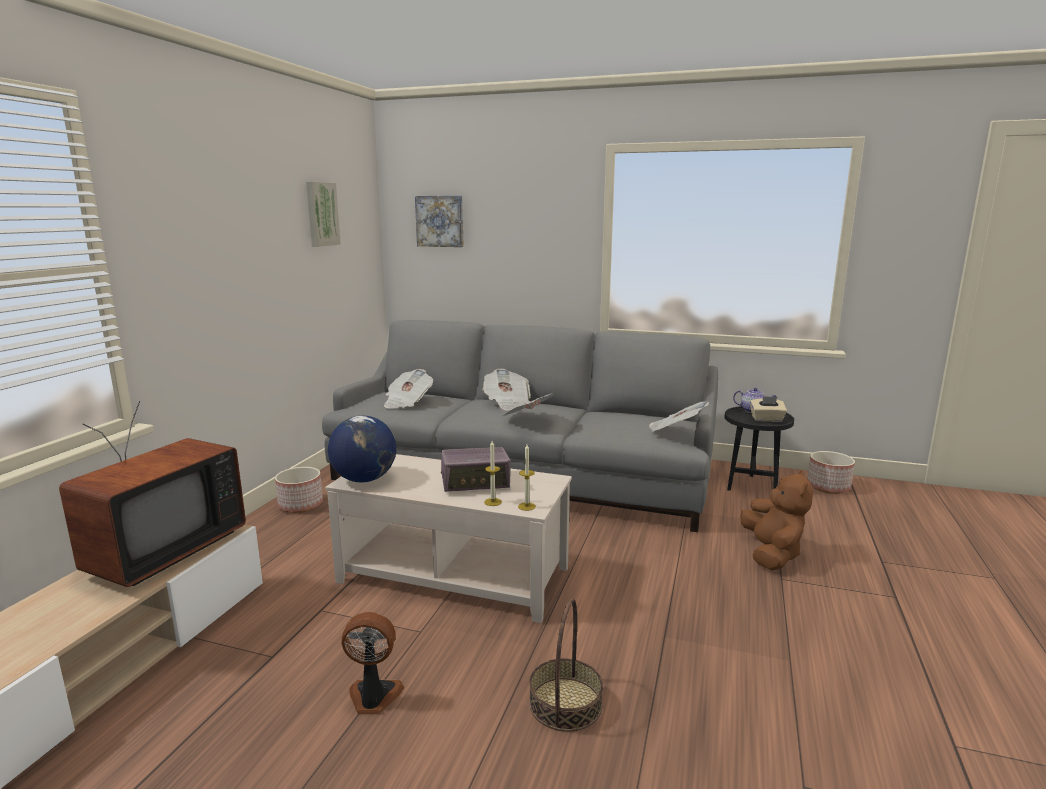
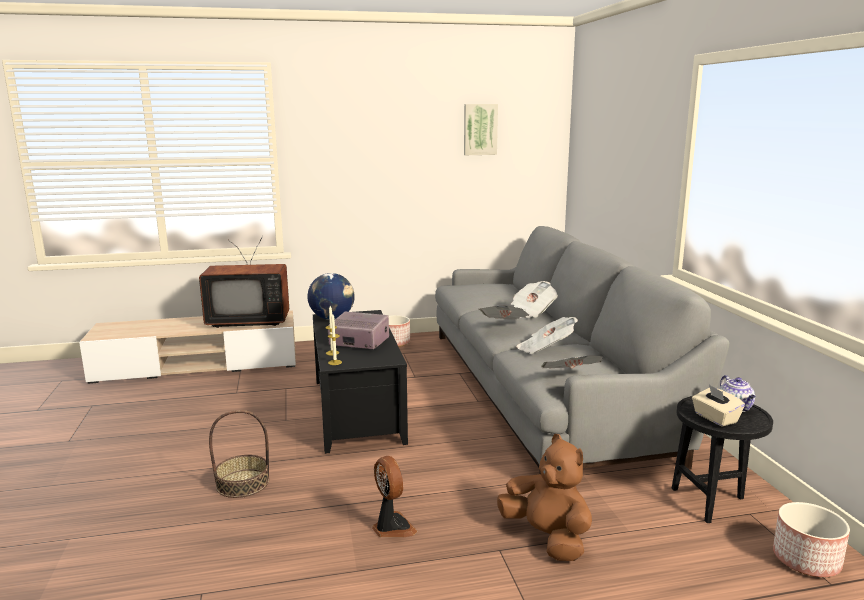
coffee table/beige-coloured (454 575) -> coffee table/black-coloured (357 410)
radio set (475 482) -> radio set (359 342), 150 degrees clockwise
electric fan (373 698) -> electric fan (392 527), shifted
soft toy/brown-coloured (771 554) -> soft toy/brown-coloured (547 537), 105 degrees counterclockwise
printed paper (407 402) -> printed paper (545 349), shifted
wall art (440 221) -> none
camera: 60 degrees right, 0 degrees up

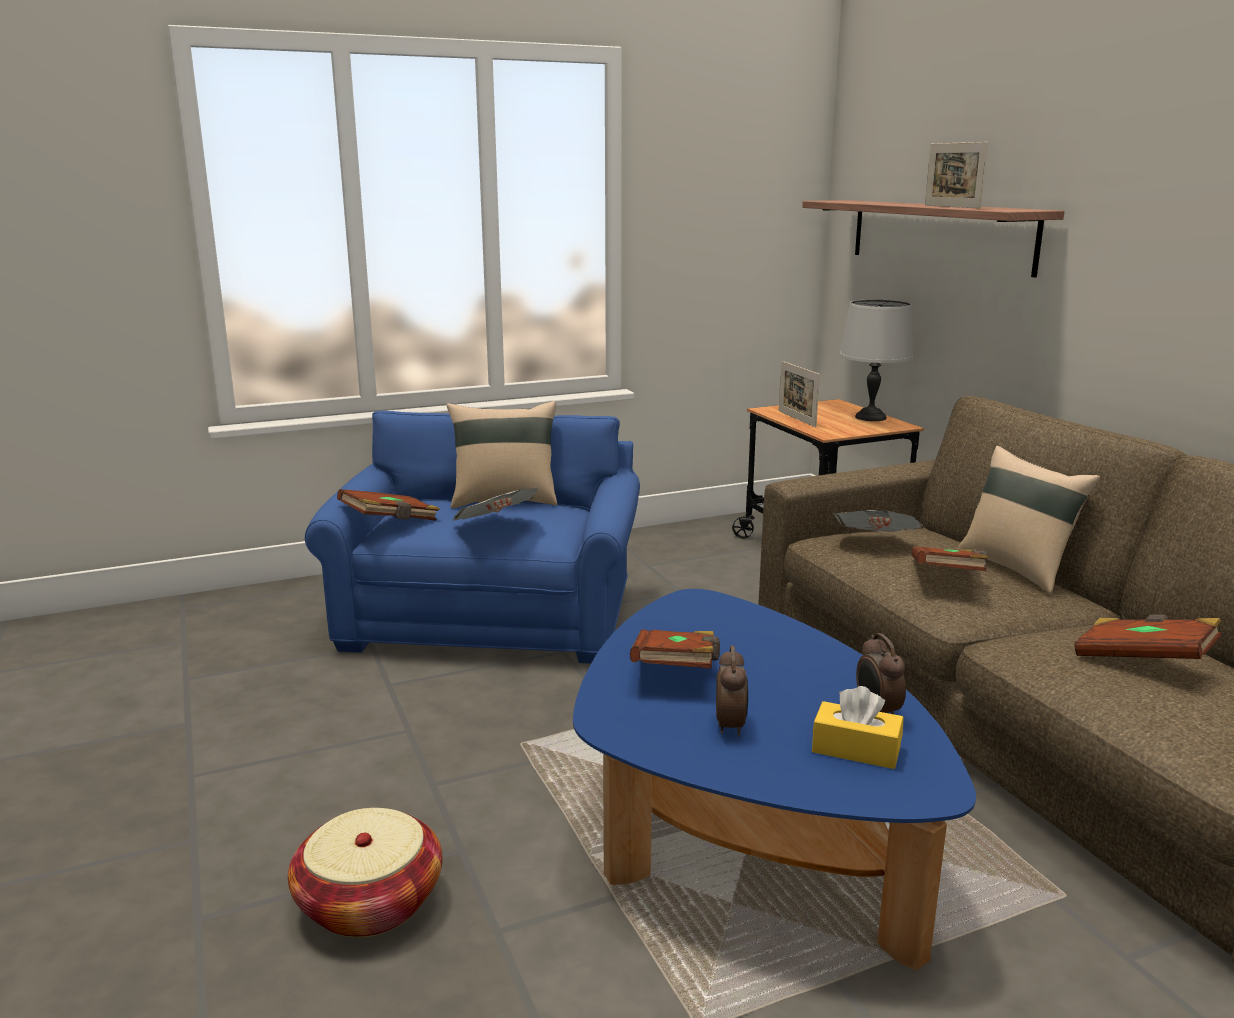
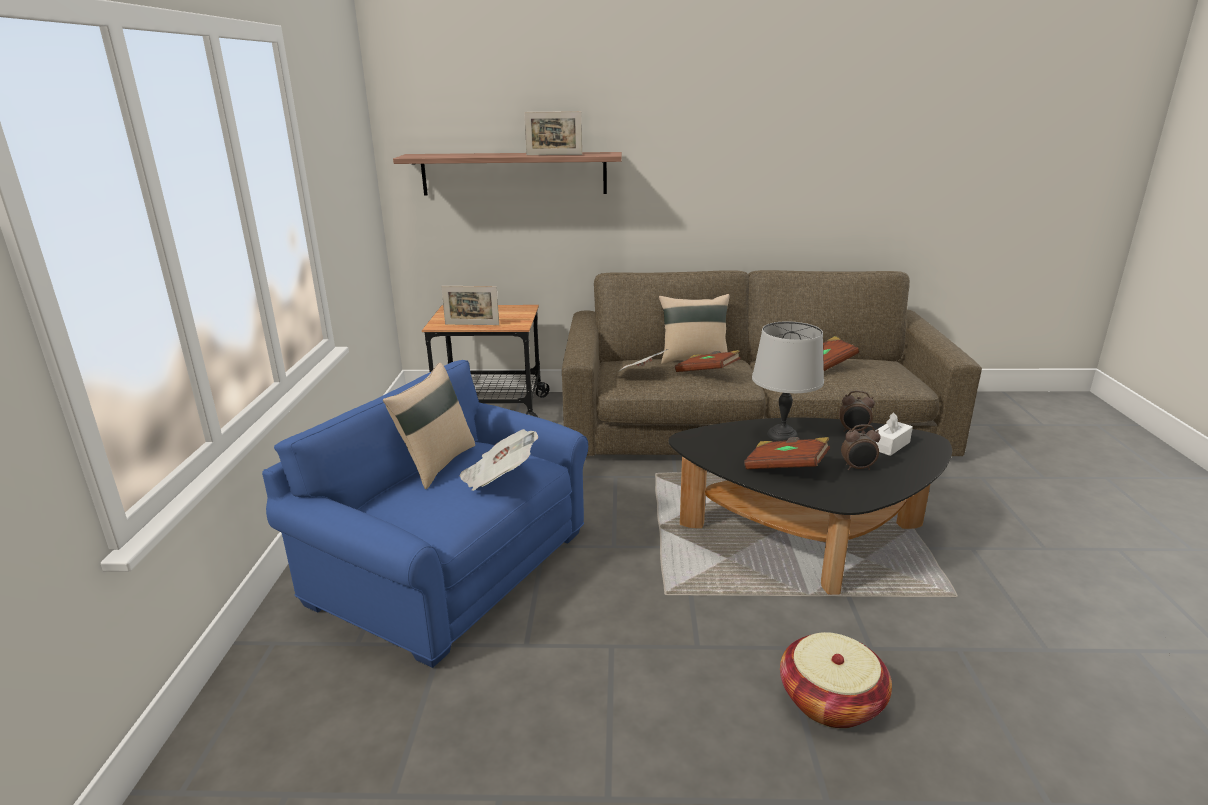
coffee table/bluish (743 835) -> coffee table/black-coloured (806 539)
table lamp/greyish (871 417) -> table lamp/greyish (782 434), shifted
alarm clock (731 726) -> alarm clock (858 468), 150 degrees clockwise
tissue holder/yellow (856 749) -> tissue holder/whitish (889 445)
volume/brown-coloured (390 522) -> none
camera: 65 degrees left, 5 degrees up

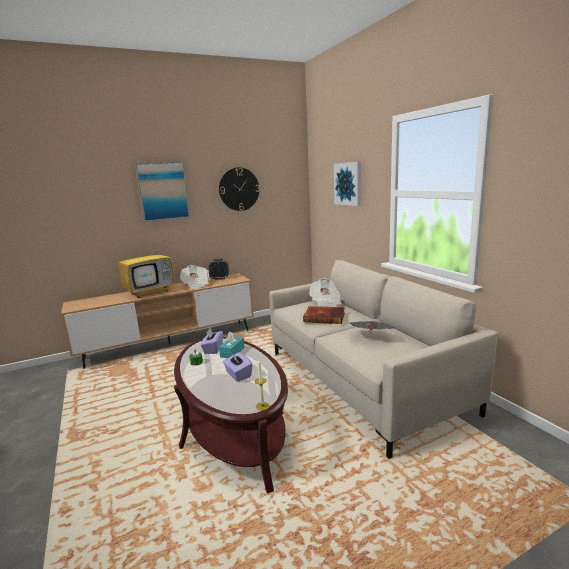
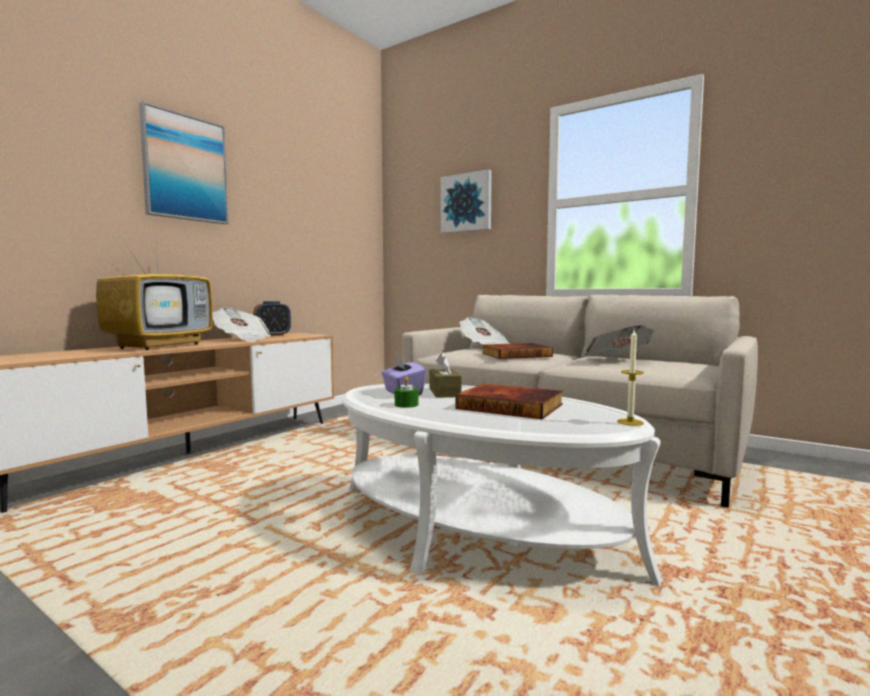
coffee table/brown-coloured (233 429) -> coffee table/whitish (476 528)
tissue holder/turquoise (232 352) -> tissue holder/brown-coloured (444 392)
tissue holder/purplish (238 375) -> volume (511 406)
clock on the wall (239 189) -> none
camera: 30 degrees left, 10 degrees down

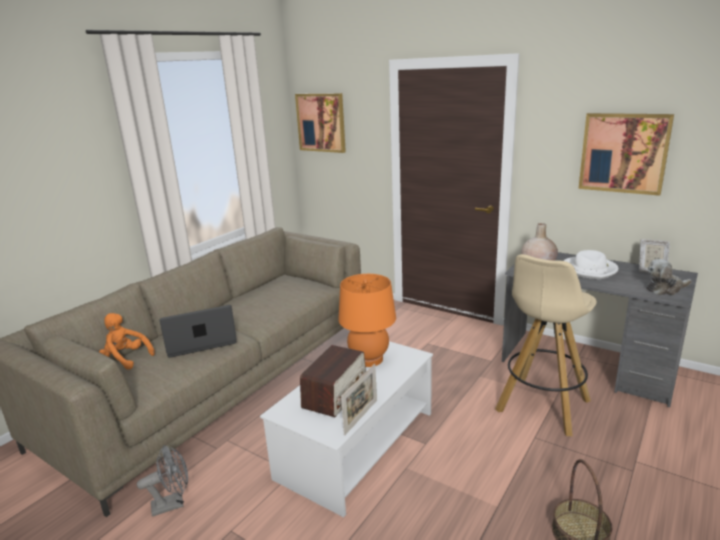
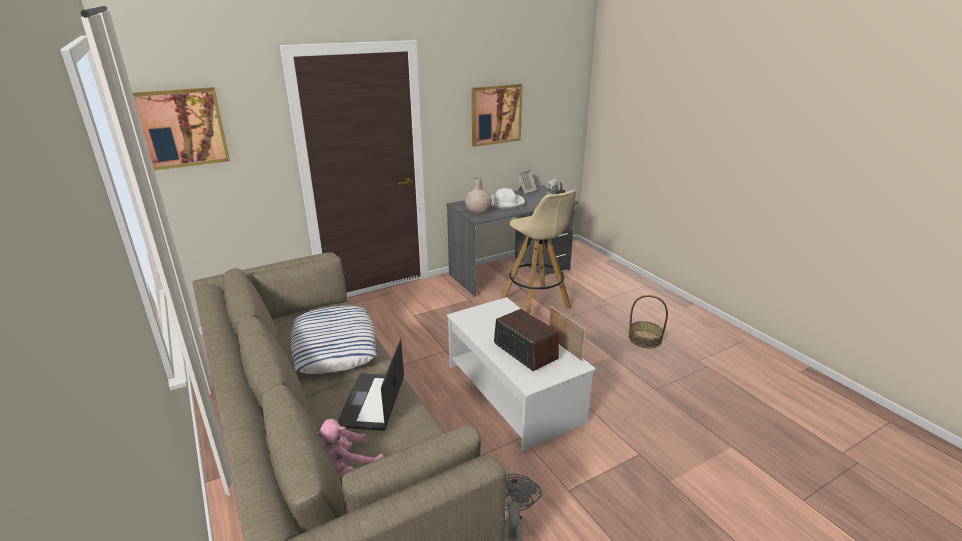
none -> pillow (334 345)
soft toy/orange (126 359) -> soft toy/pink-coloured (348 468)
table lamp/orange (369 359) -> none
camera: 65 degrees left, 5 degrees up

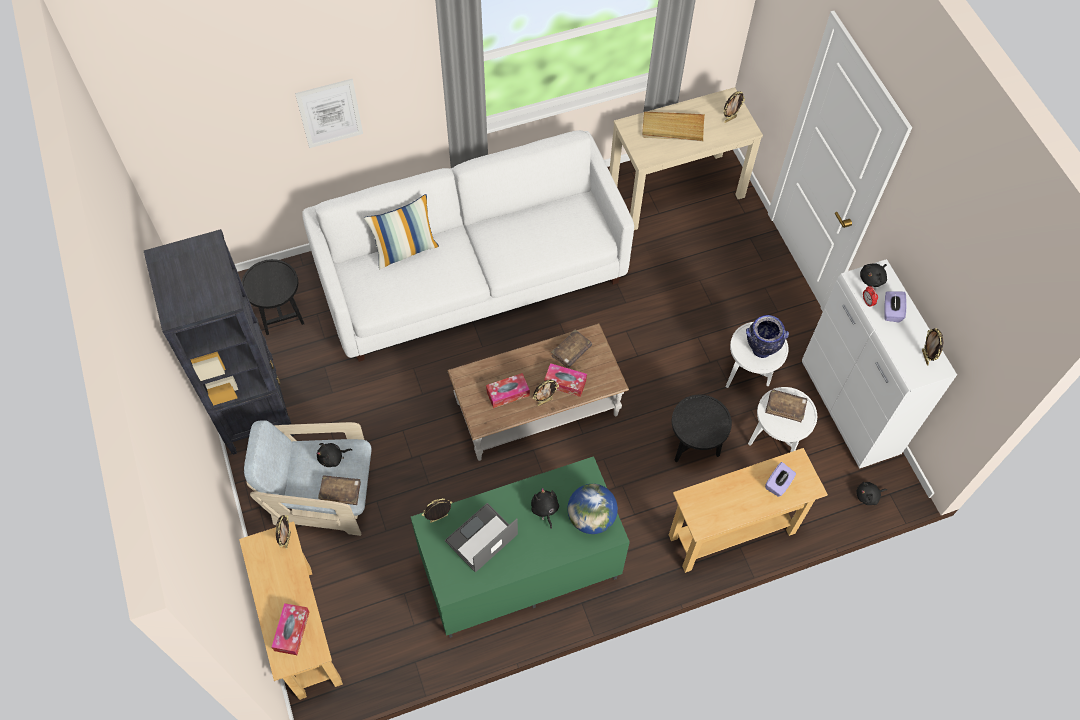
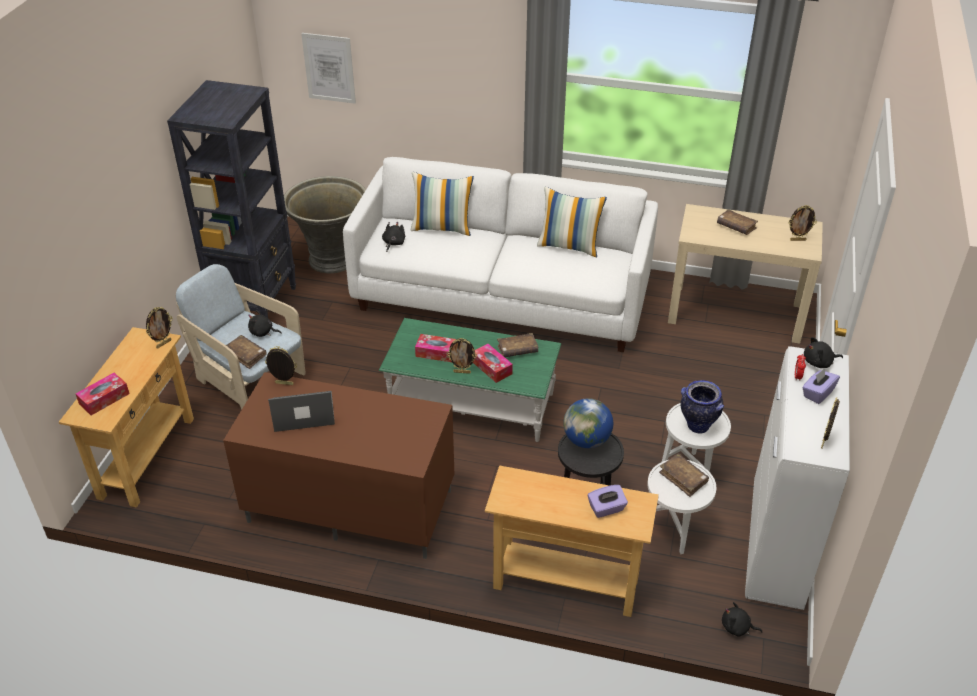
tv unit/green-coloured (519 570) -> tv unit/brown-coloured (348 507)
side table/black-coloured (281 316) -> planter/greyish (332 259)
wall art (330 113) -> wall art (329 68), shifted
coffee table/brown-coloured (537 409) -> coffee table/green-coloured (472 404)
soft toy/black-coloured (544 509) -> soft toy/black-coloured (393 243), shifted
none -> pillow (569 246)
world globe (591 517) -> world globe (586 440), shifted
serving tray/beige-coloured (672 128) -> volume/brown-coloured (736 227)
camera: 35 degrees right, 20 degrees down

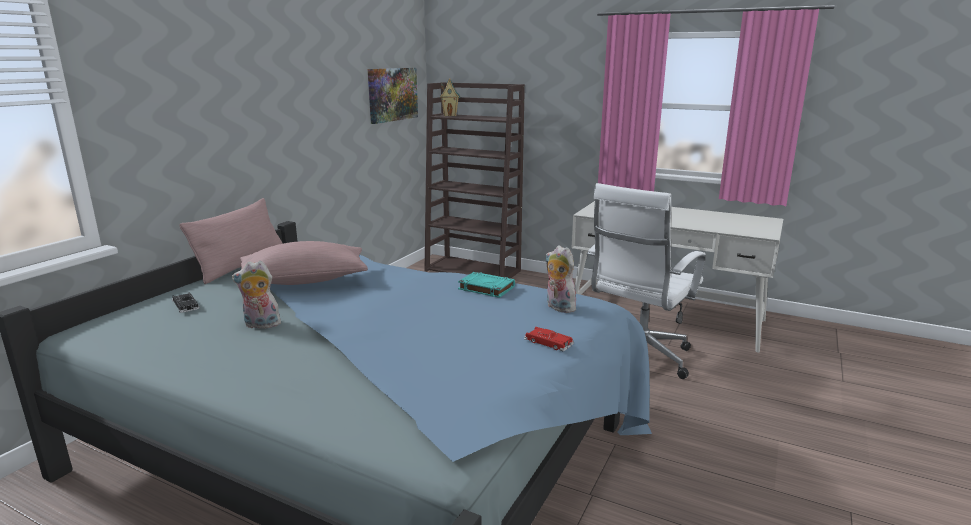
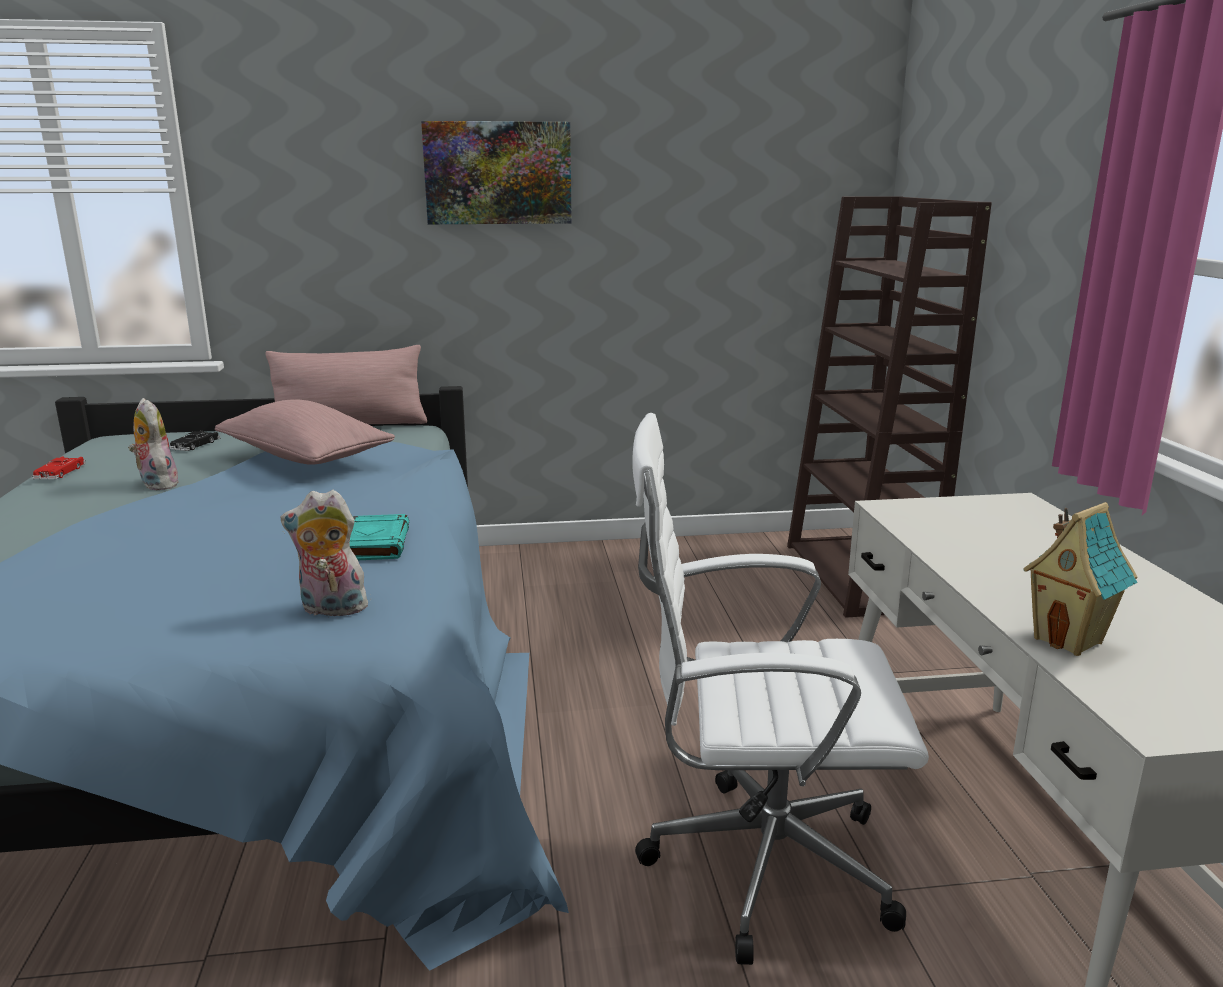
model car/red-coloured (548 343) -> model car/red-coloured (60 473), shifted
soft toy (558 307) -> soft toy (331 610), 105 degrees counterclockwise
wall art (392 94) -> wall art (498 173), shifted
toy house (450 115) -> toy house (1069 640), shifted
camera: 55 degrees right, 0 degrees up

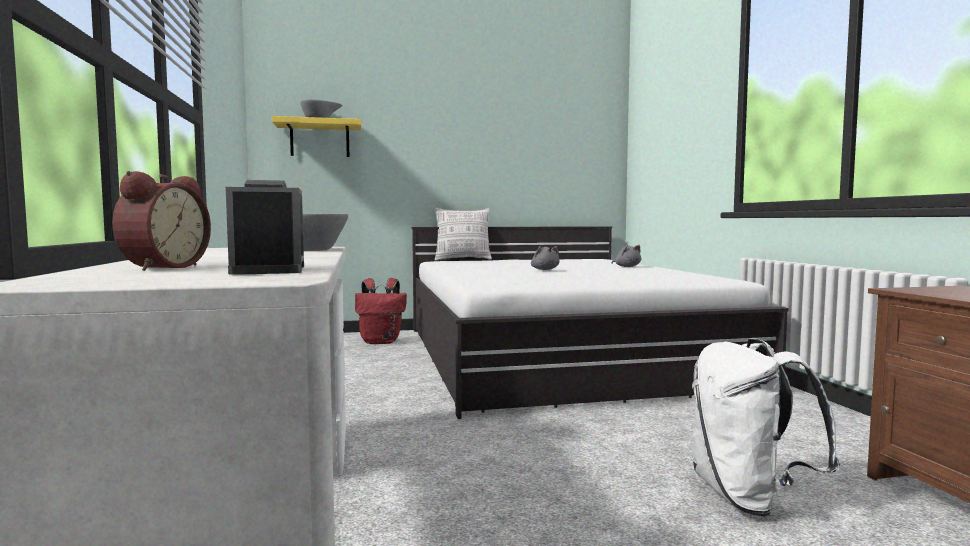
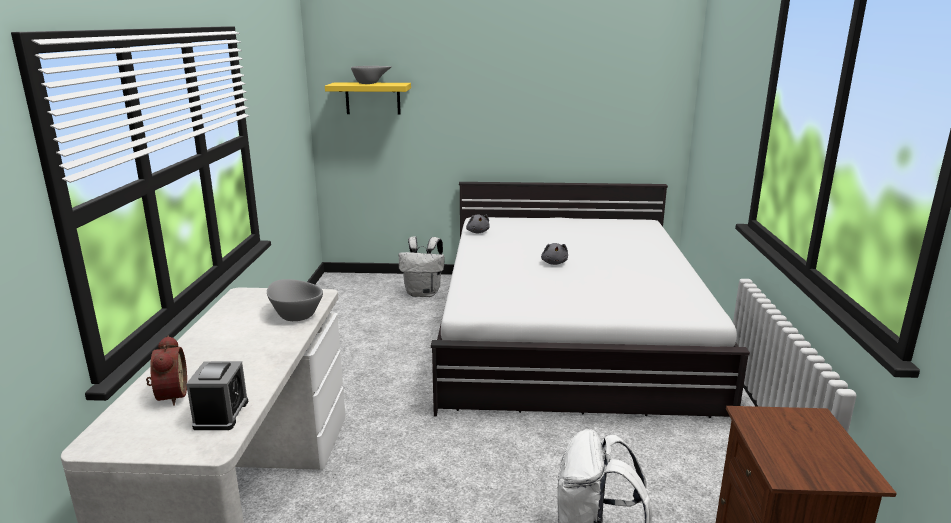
alarm clock (161 267) -> alarm clock (169 396), 45 degrees counterclockwise
rucksack/red-coloured (381 342) -> rucksack/whitish (424 293)
soft toy/greyish (627 267) -> soft toy/greyish (477 232), shifted
pillow (463 260) -> none
camera: 15 degrees right, 15 degrees up

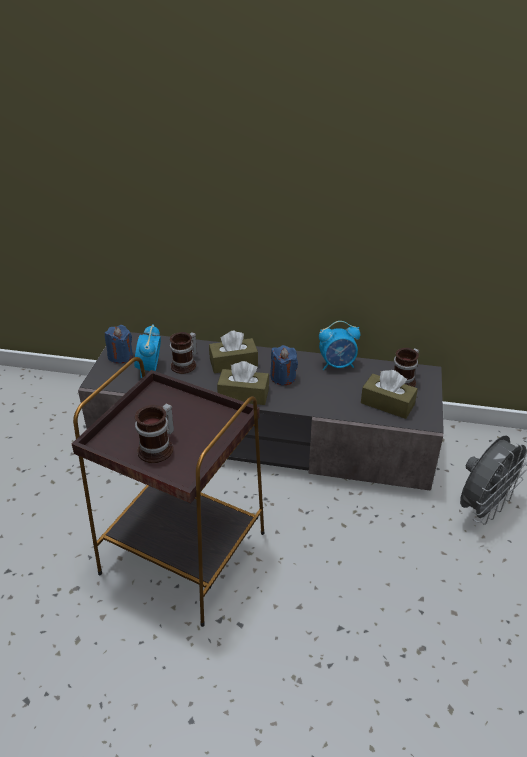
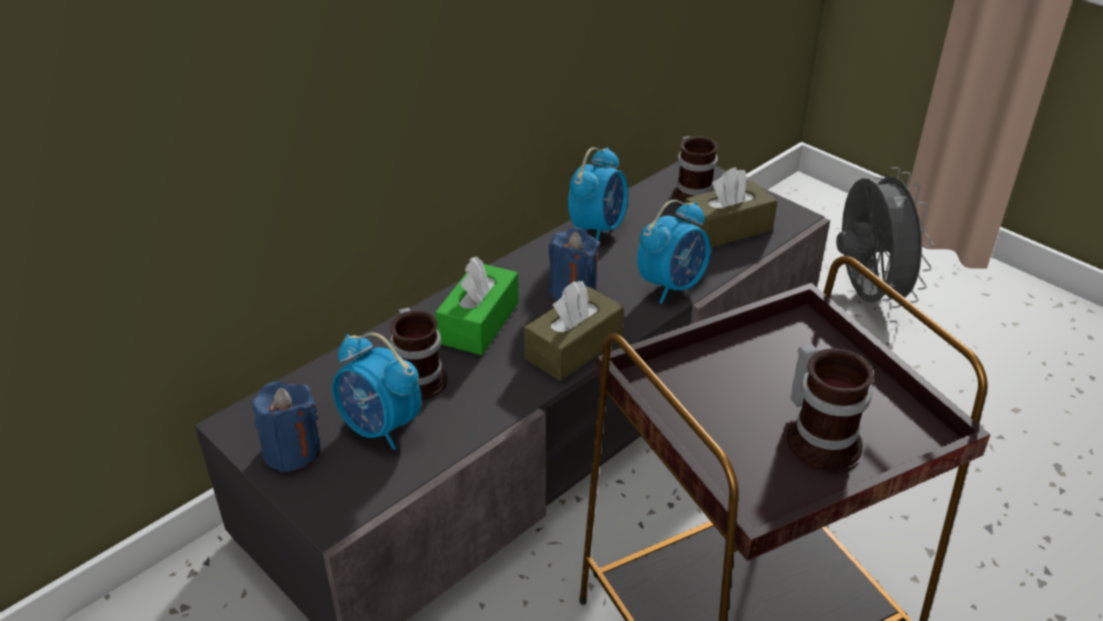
tissue holder/brown-coloured (233 363) -> tissue holder/green-coloured (479 322)
none -> alarm clock (672 285)
camera: 55 degrees left, 0 degrees up

